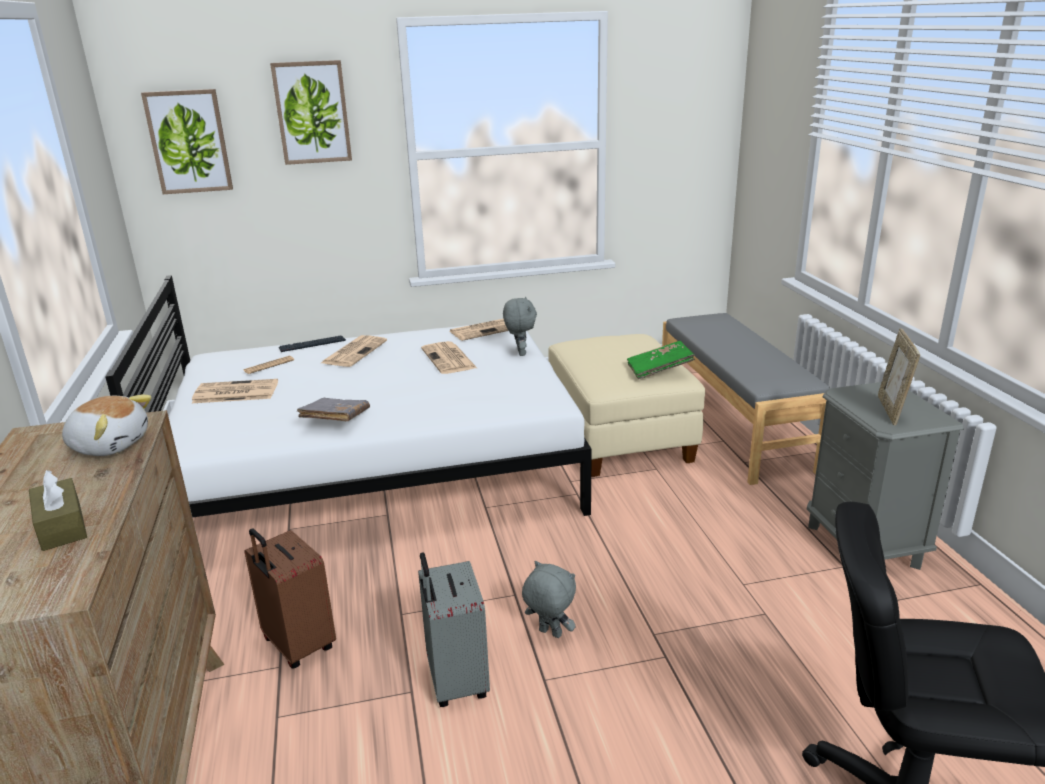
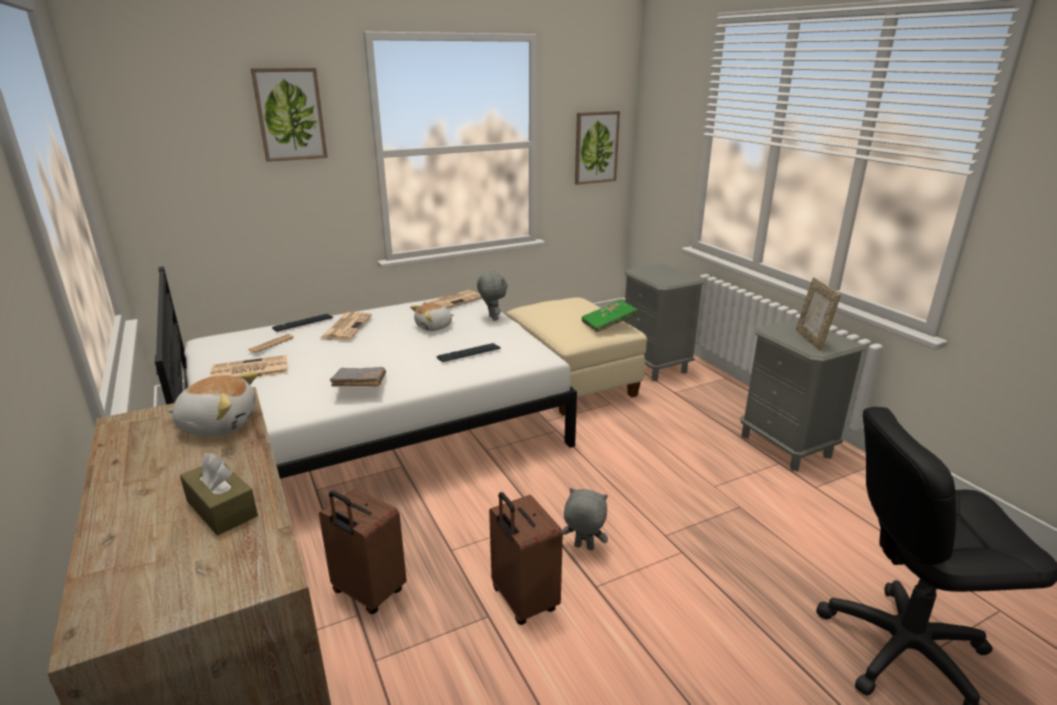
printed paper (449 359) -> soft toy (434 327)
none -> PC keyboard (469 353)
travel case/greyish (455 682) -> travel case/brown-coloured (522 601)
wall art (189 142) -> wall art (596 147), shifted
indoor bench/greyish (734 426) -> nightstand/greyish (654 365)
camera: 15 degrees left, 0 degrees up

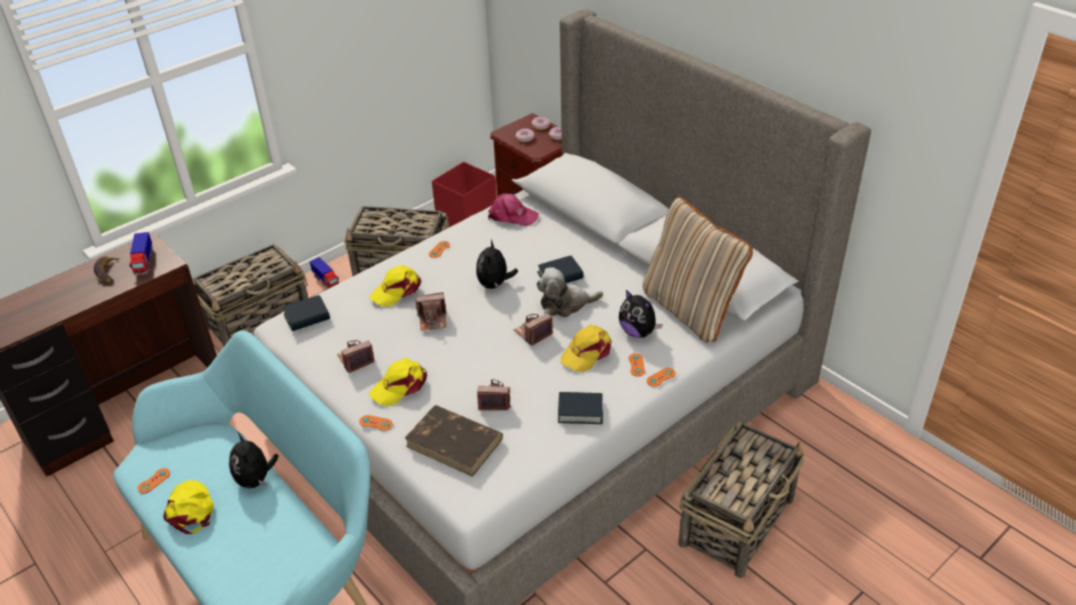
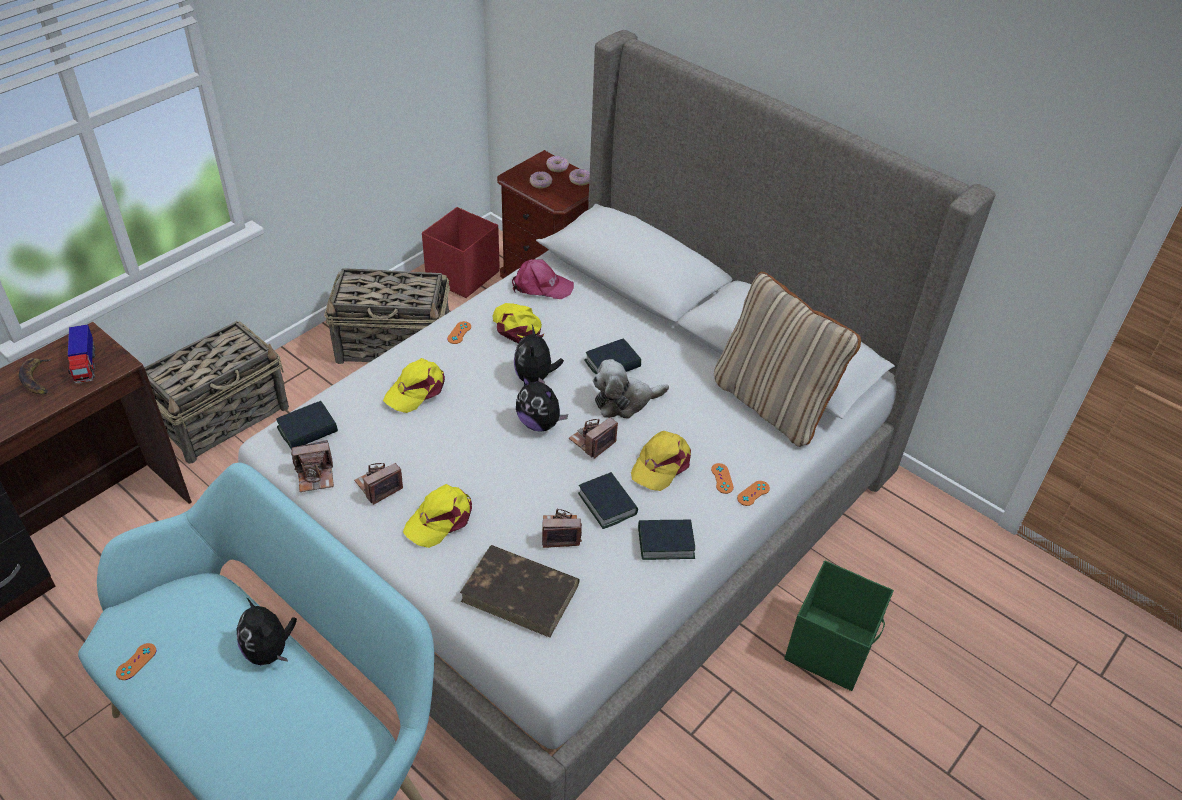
photo camera (433 320) -> photo camera (315 476), shifted
peaked cap/yellow (190 509) -> peaked cap/yellow (517 326), shifted
soft toy (638 332) -> soft toy (539 423), shifted
none -> volume (607 504)
storage basket (737 521) -> storage bin/green-coloured (831 647)
toy lorry (326 281) -> none
joypad/orange (376 423) -> none
camera: 10 degrees left, 5 degrees up

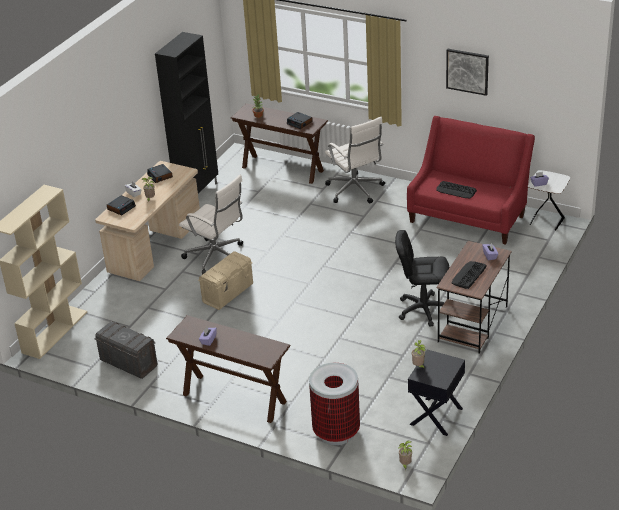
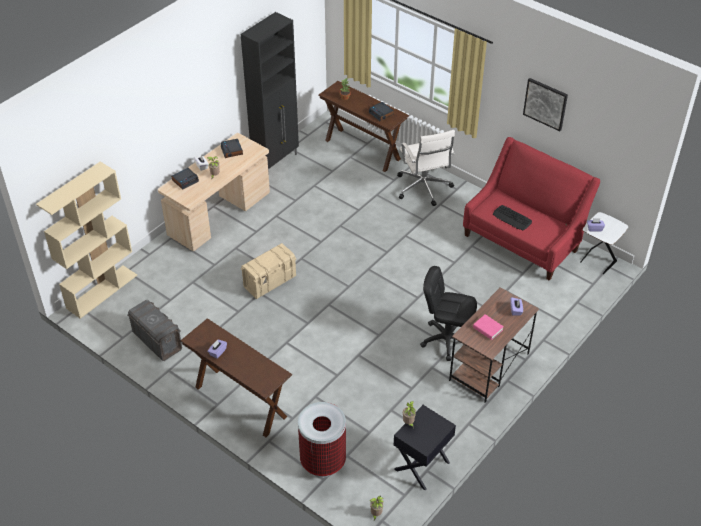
PC keyboard (468 275) -> volume/pink-coloured (487 329)
computer chair/whitish (217 257) -> none
camera: 10 degrees right, 10 degrees up

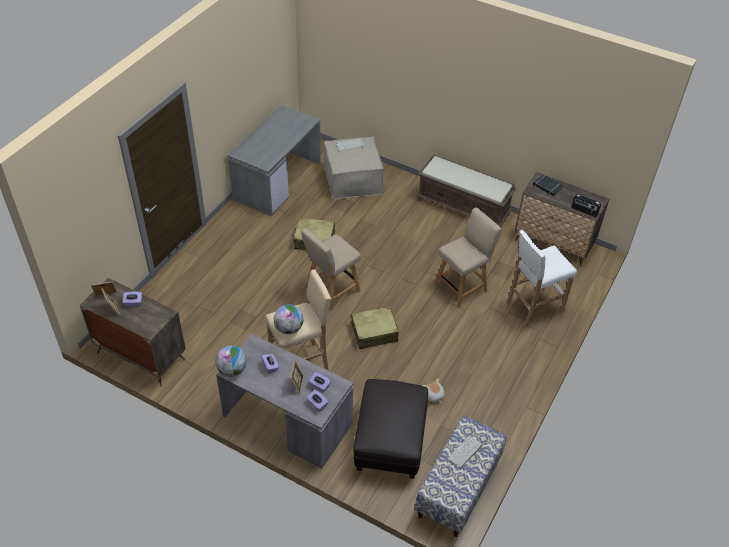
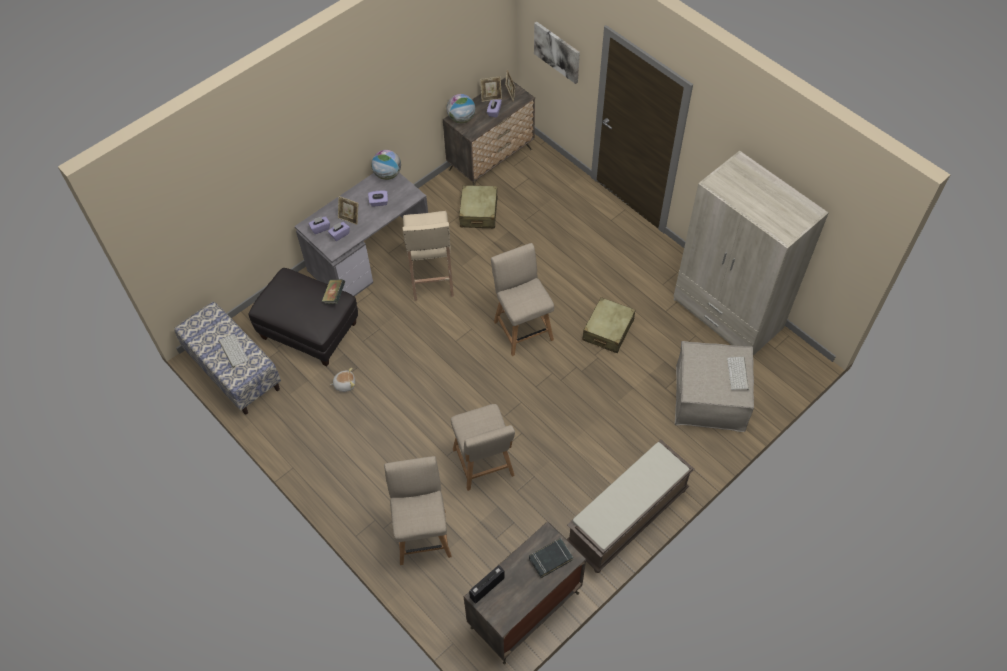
none -> volume (334 296)
stool/whitish (533 308) -> plain chair/beige-coloured (422 533)
world globe (289 328) -> world globe (461 119), shifted
travel case/beige-coloured (374 333) -> travel case/beige-coloured (478 212), shifted
none -> wall art (557 52)
desk table/greyish (277 180) -> clothes cupboard/beige-coloured (727 314)
camera: 110 degrees right, 10 degrees up

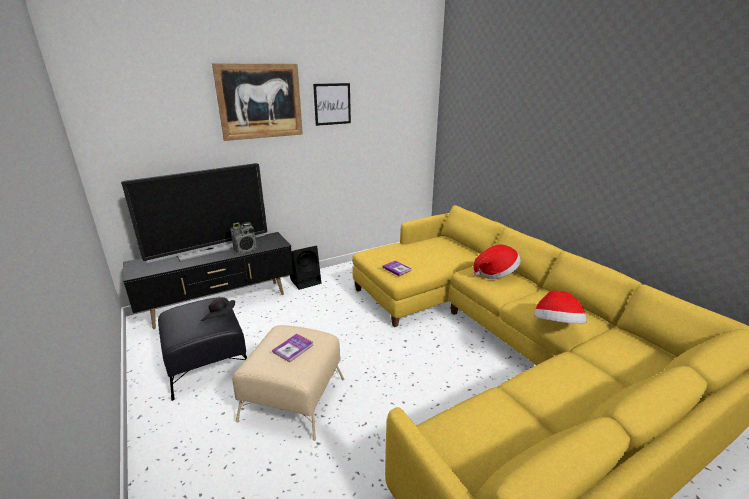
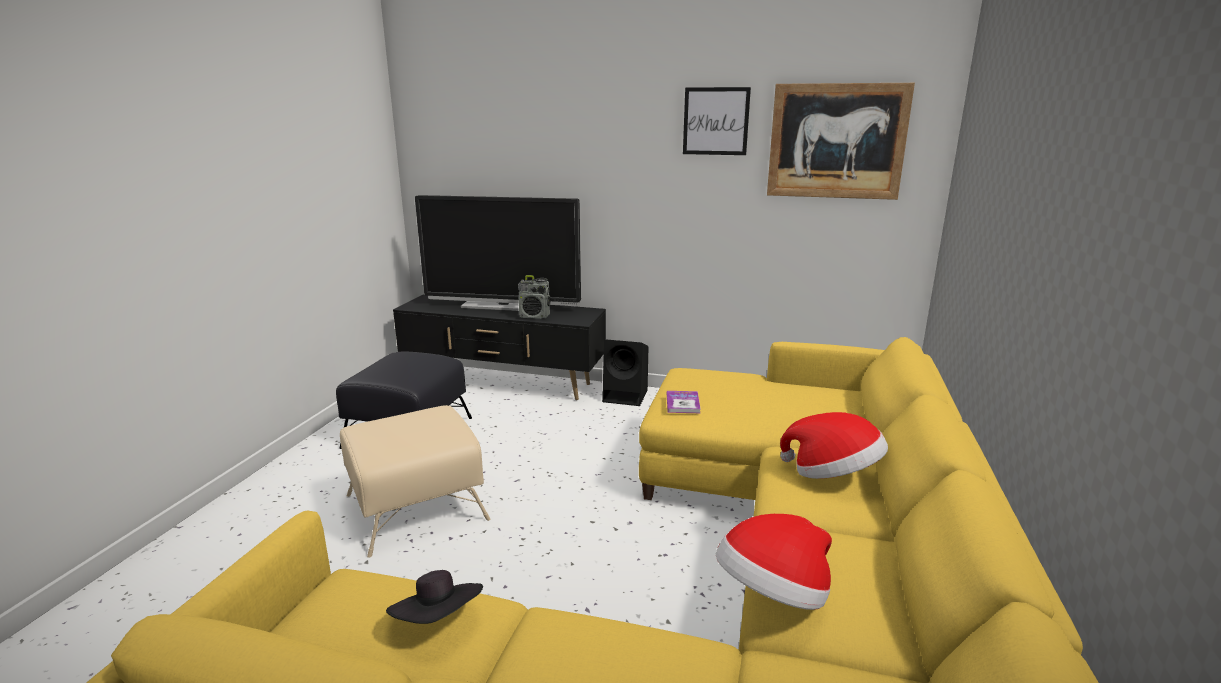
clothing hat/black-coloured (220 318) -> clothing hat/black-coloured (439 620), shifted
wall art (260 101) -> wall art (836 141), shifted
volume (293 348) -> none
camera: 45 degrees right, 5 degrees down

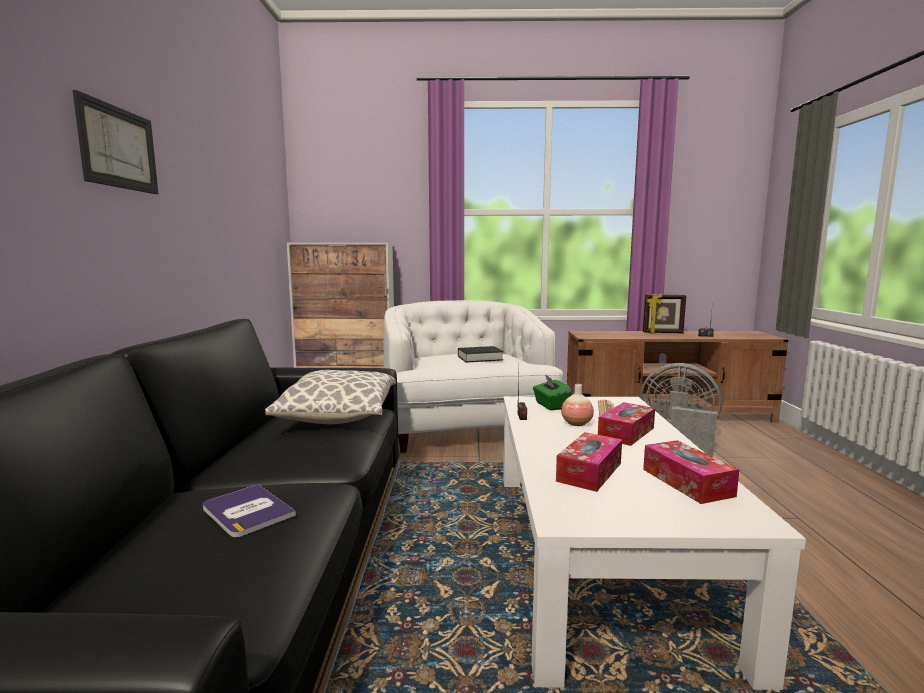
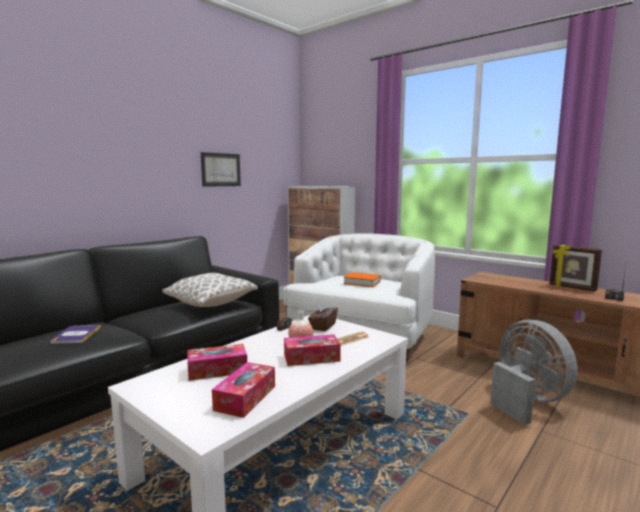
wall art (118 148) -> wall art (221 169), shifted
tissue holder/green-coloured (550 405) -> tissue holder/brown-coloured (323 326)
volume/black-coloured (480 358) -> volume/orange (362 283)
camera: 40 degrees right, 0 degrees up

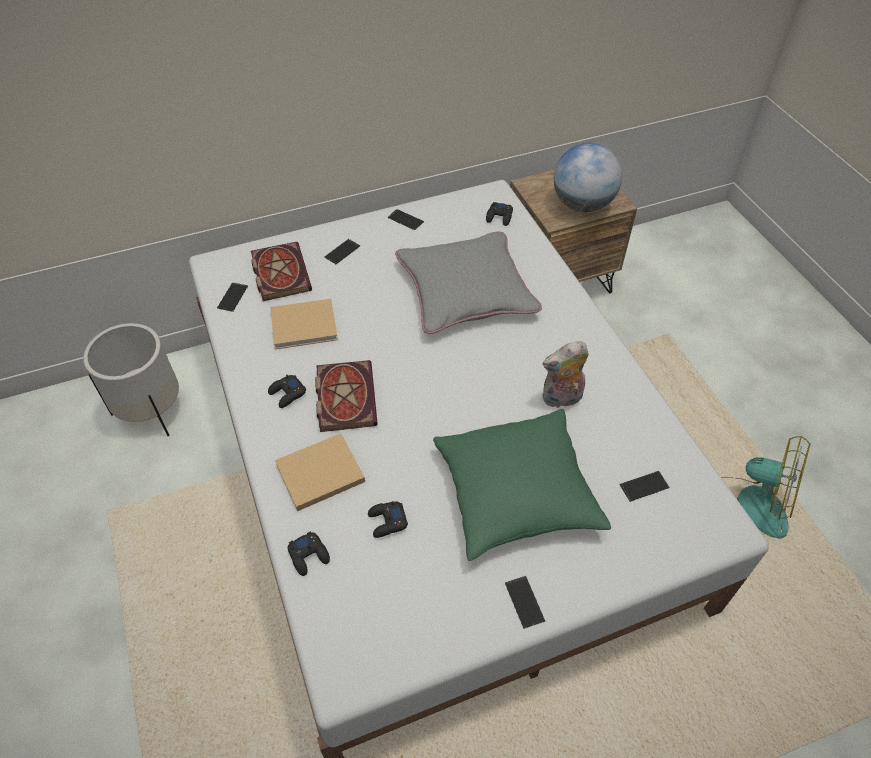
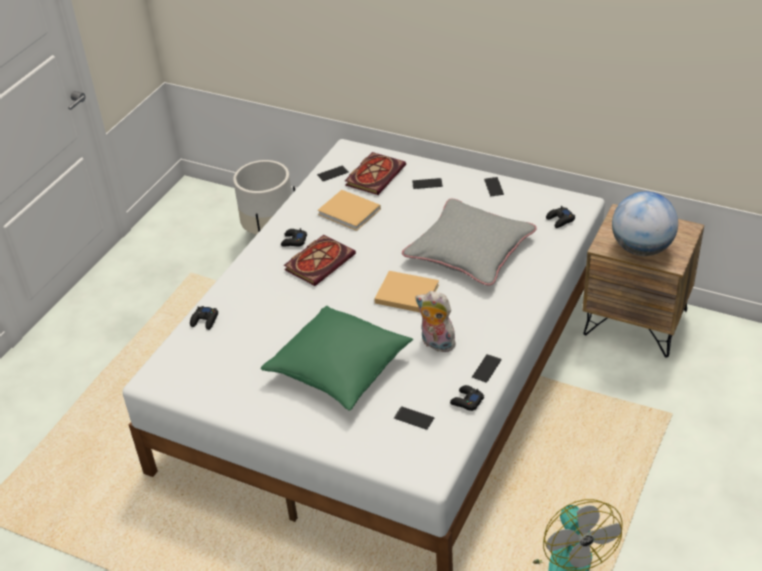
volume/beige-coloured (318 474) -> volume/beige-coloured (405 293), shifted
joypad/black-coloured (387 522) -> joypad/black-coloured (466 401), shifted
phone (524 602) -> phone (486 368), shifted
camera: 50 degrees right, 10 degrees down

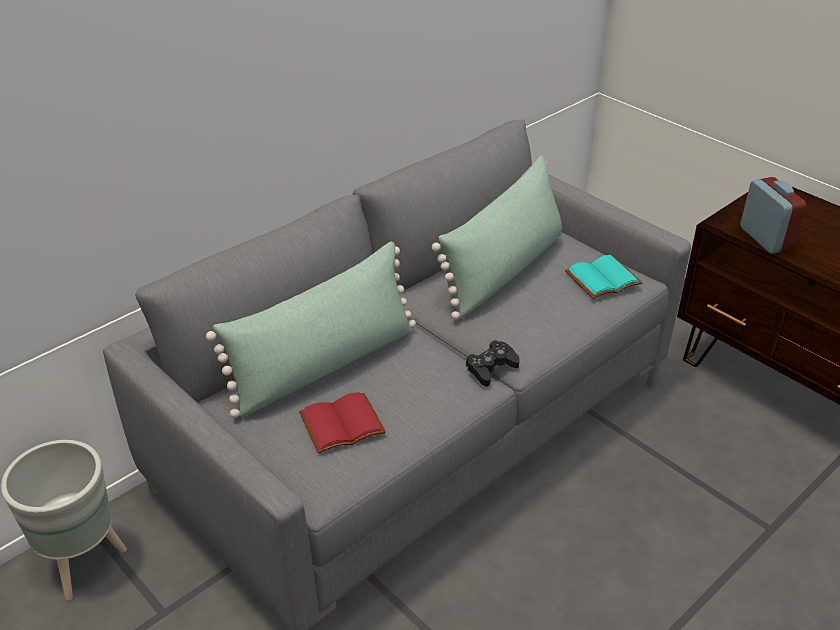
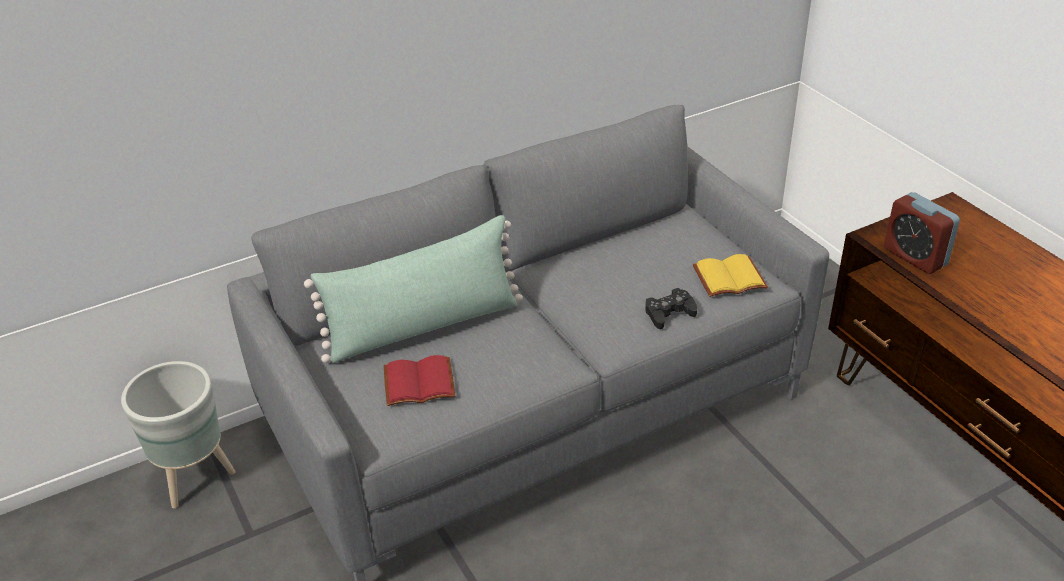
joypad/black-coloured (491 368) -> joypad/black-coloured (669 313), shifted
volume/turquoise (603 280) -> volume/yellow (729 279)
alarm clock (765 238) -> alarm clock (915 257), 150 degrees clockwise
pillow/green-coloured (503 270) -> none
camera: 15 degrees right, 0 degrees up

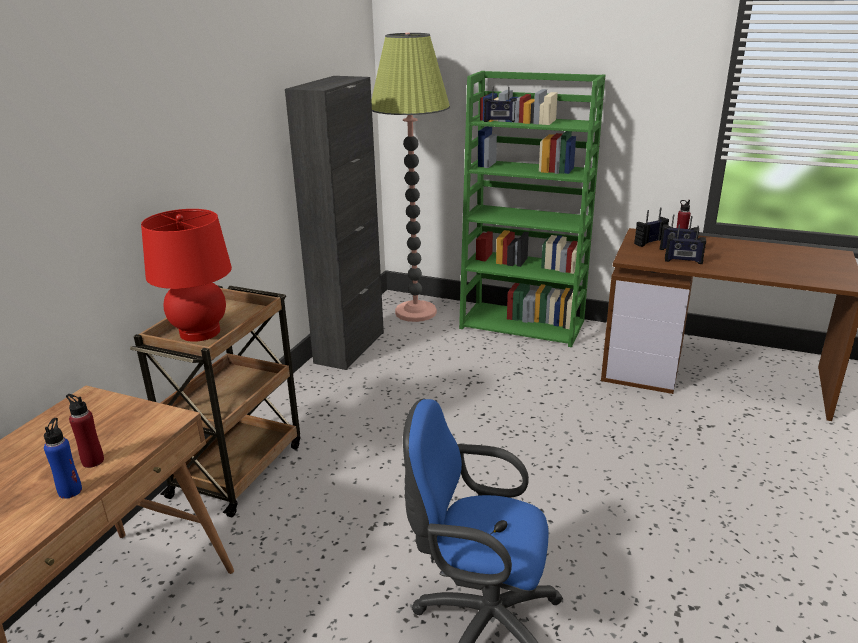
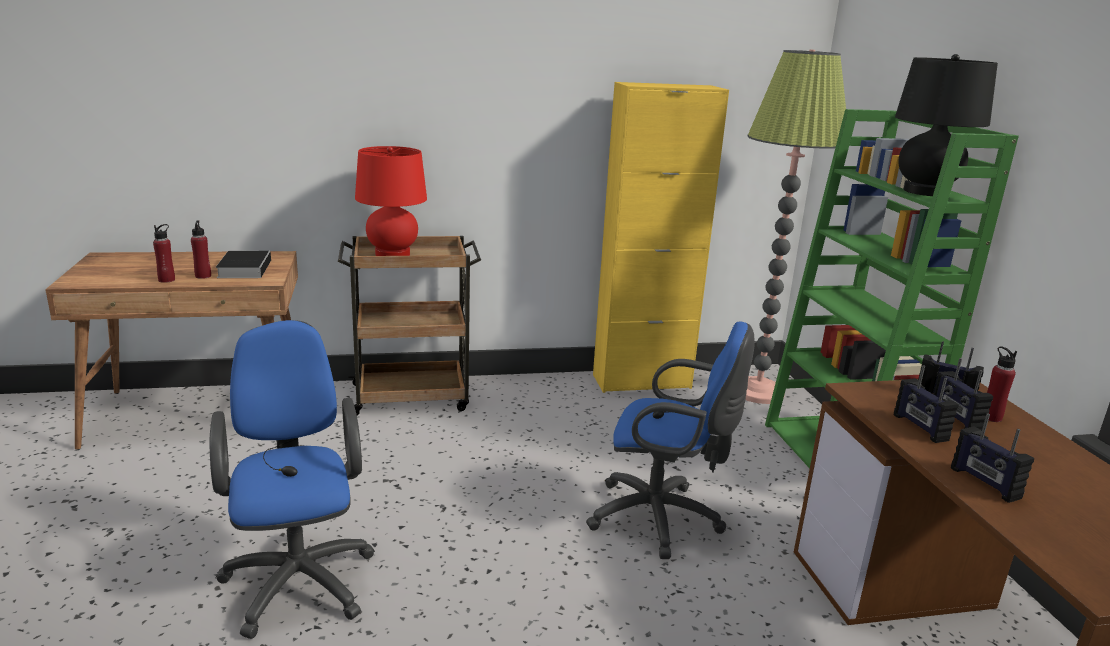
beverage bottle/bluish (70 491) -> beverage bottle/red-coloured (166 280)
none -> volume (244 268)
none -> computer chair/bluish (662 519)
cabinet/black-coloured (349 347) -> cabinet/yellow (641 381)
none -> table lamp/black-coloured (925 192)
radio set (500 121) -> radio set (984 483), shifted
camera: 55 degrees right, 5 degrees down

